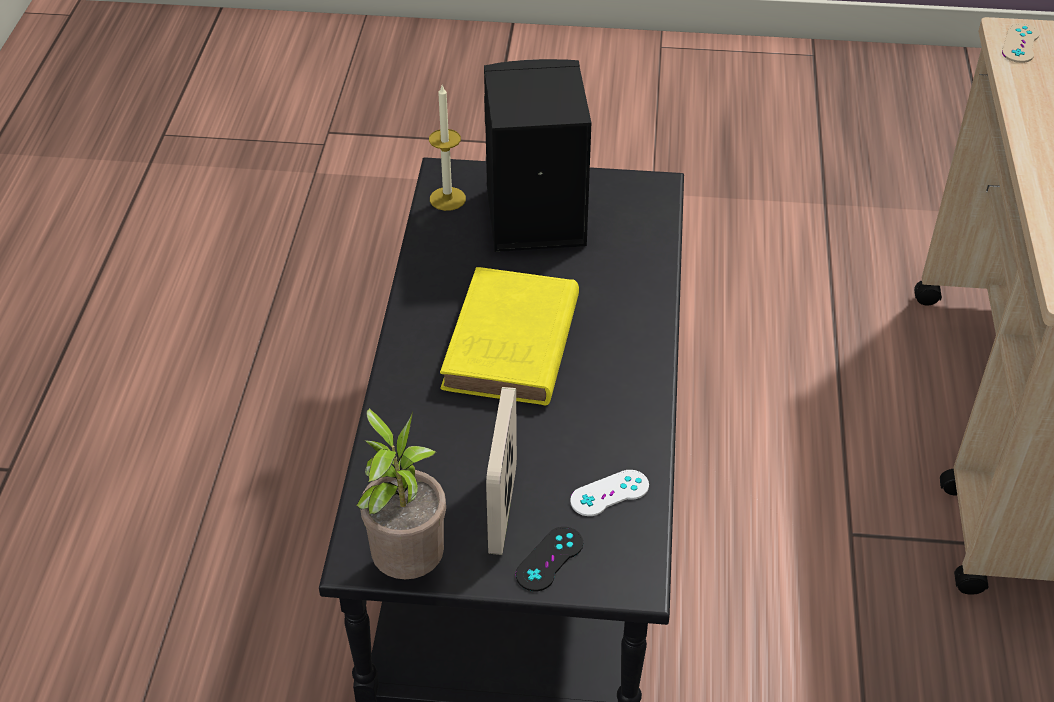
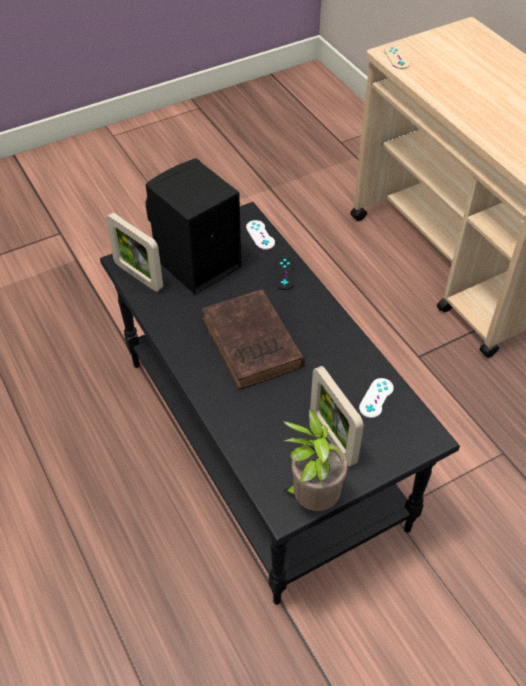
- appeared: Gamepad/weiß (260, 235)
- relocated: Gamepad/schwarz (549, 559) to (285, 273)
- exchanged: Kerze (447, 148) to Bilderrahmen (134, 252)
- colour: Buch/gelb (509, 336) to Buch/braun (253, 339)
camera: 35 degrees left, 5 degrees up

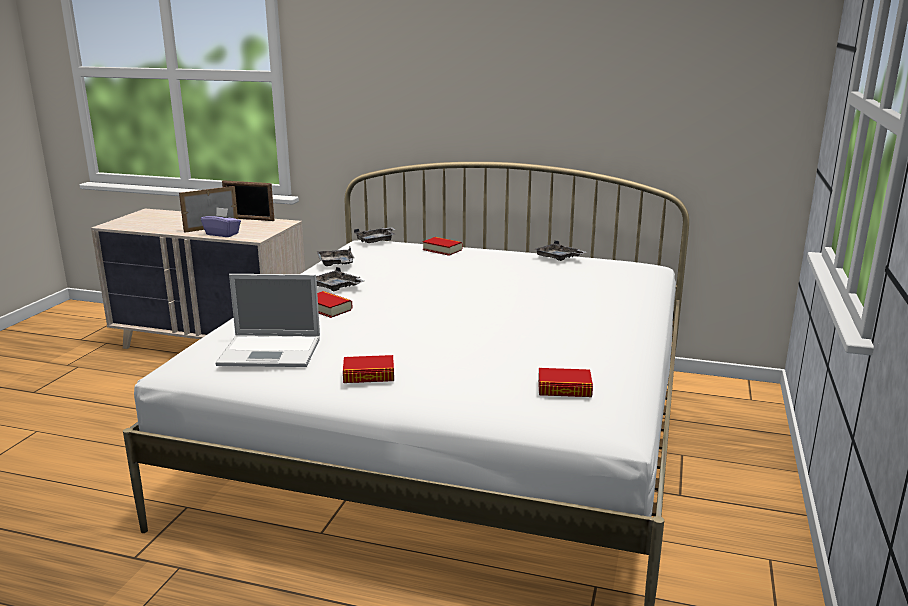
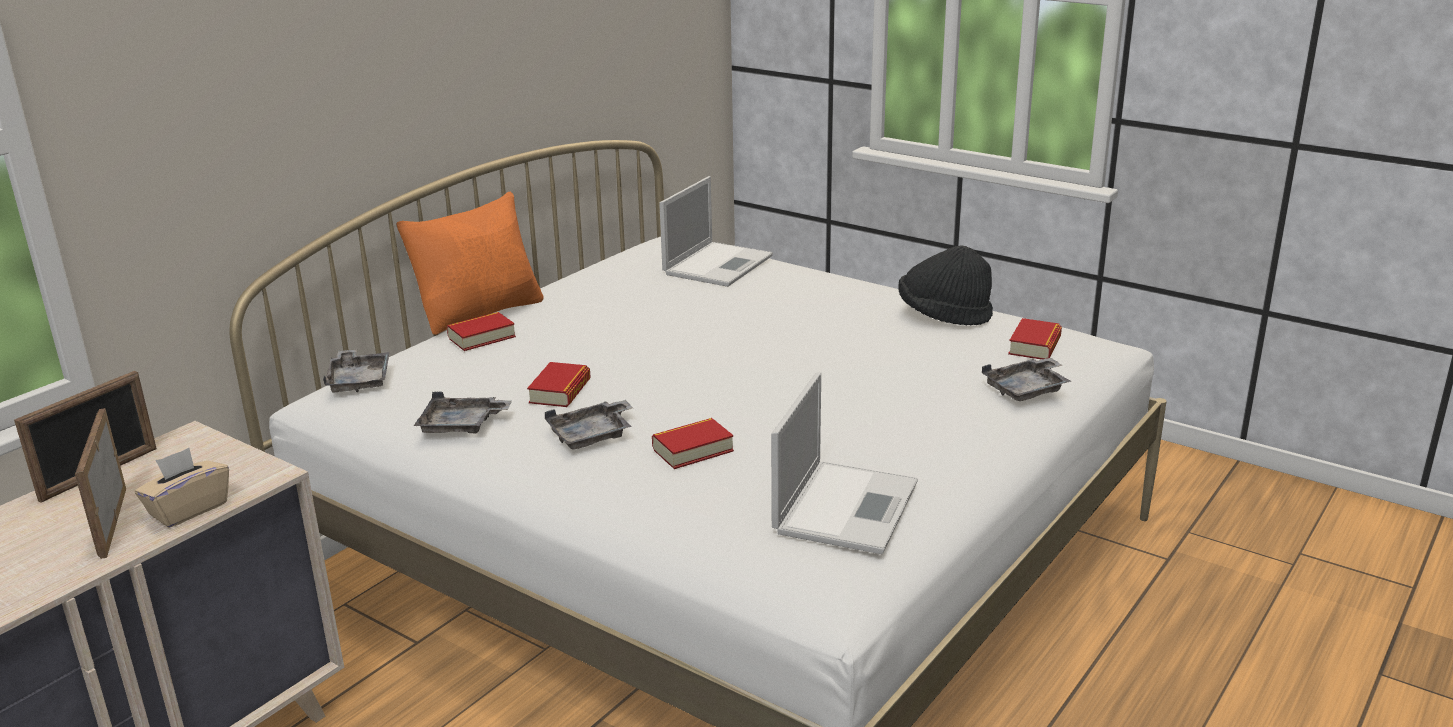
- appeared: Kissen/orange (470, 263)
- appeared: Laptop (716, 231)
- appeared: Hut/schwarz (946, 285)
- relocated: Buch (368, 369) to (559, 384)
- relocated: Tablett/grau (560, 250) to (1026, 379)
- colour: Taschentuchbox/lila (221, 222) to Taschentuchbox/beige (182, 488)
camera: 70 degrees left, 5 degrees up

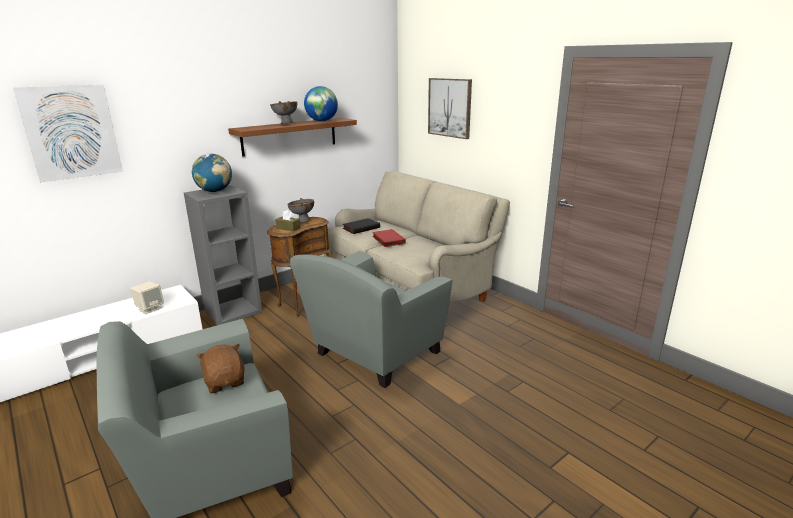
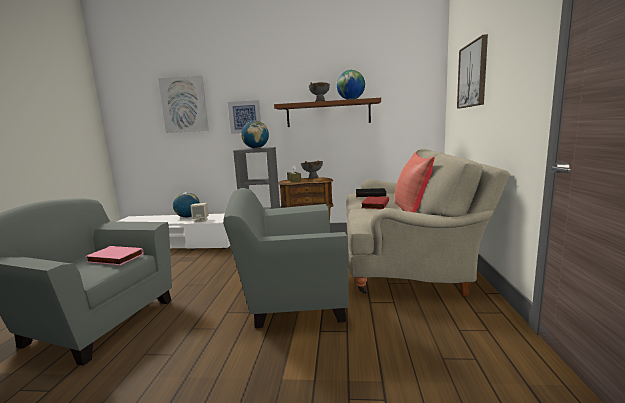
- appeared: Globus (186, 205)
- appeared: Bild (244, 117)
- appeared: Kissen/rot (415, 182)
- exchanged: Plüschtier/braun (220, 368) to Buch/rosa (114, 255)
camera: 45 degrees right, 10 degrees down

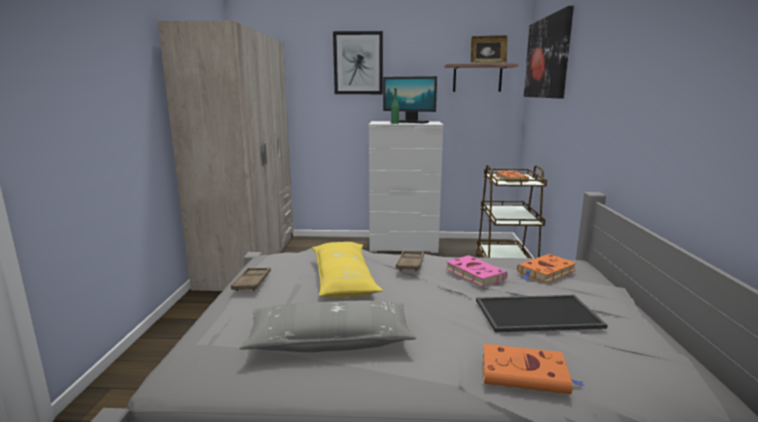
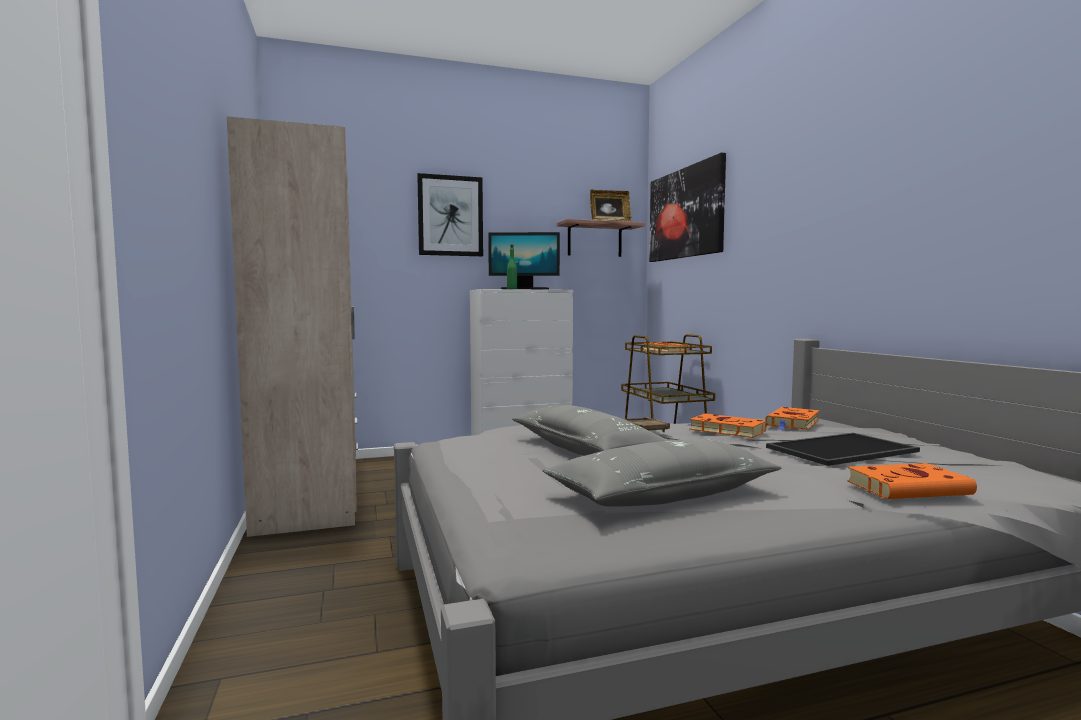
- missing: Tablett/braun (251, 279)
- colour: Kissen/gelb (347, 270) to Kissen/grau (590, 430)
- colour: Buch/rosa (476, 271) to Buch/orange (727, 425)
camera: 20 degrees left, 10 degrees down

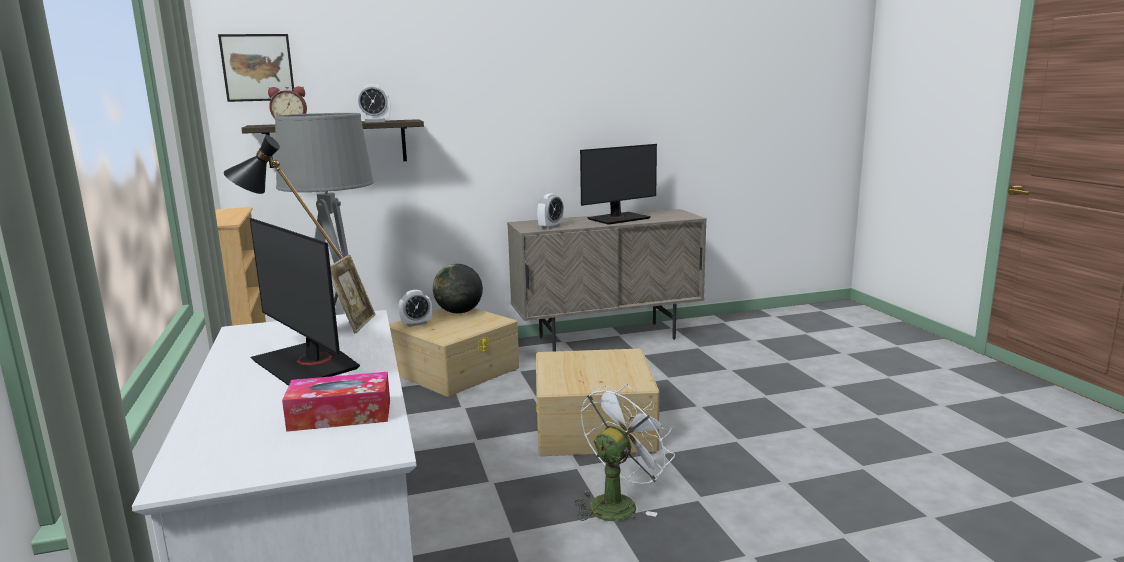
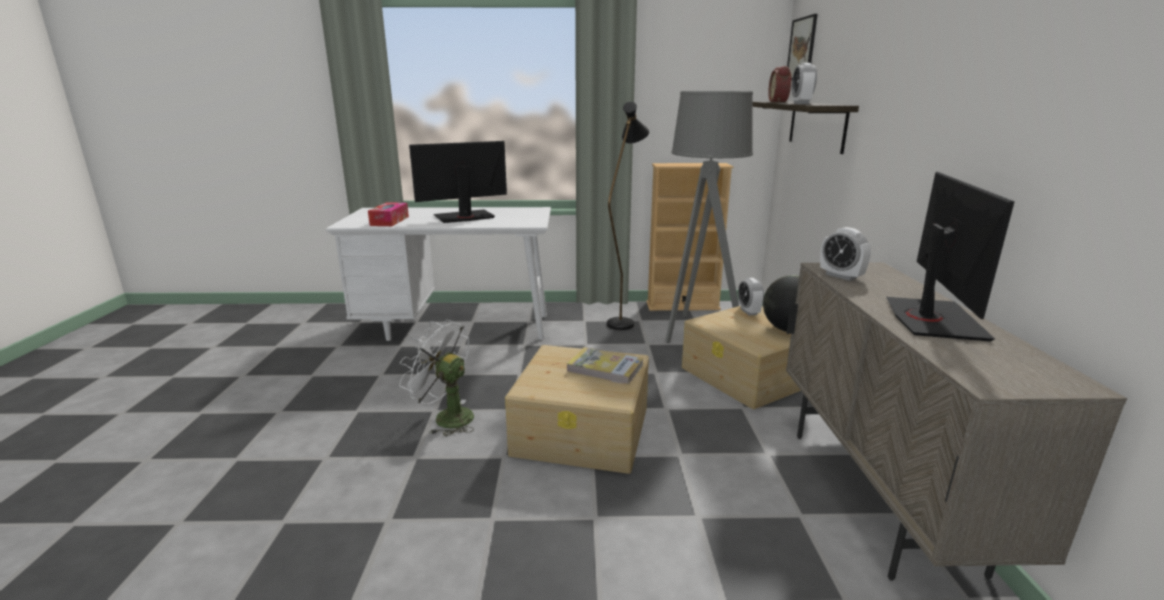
- missing: Bilderrahmen (352, 293)
- appeared: Buch (605, 366)
- spun: Ventilator/weiß (625, 452) = (436, 378) 150 degrees clockwise
- spun: Monitor (618, 184) = (950, 256) 150 degrees counterclockwise
camera: 105 degrees right, 5 degrees up

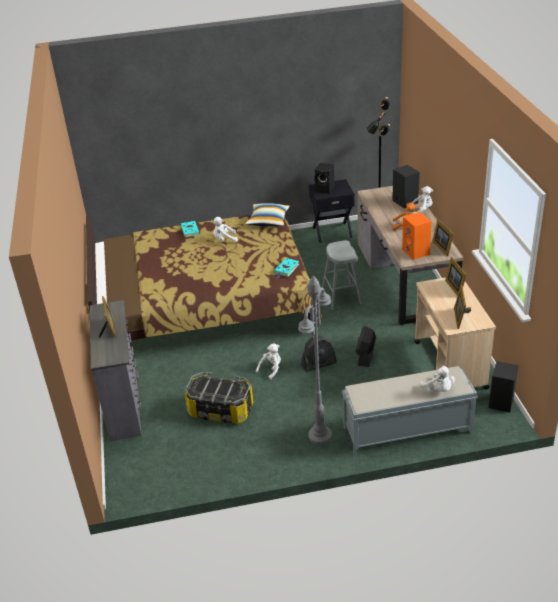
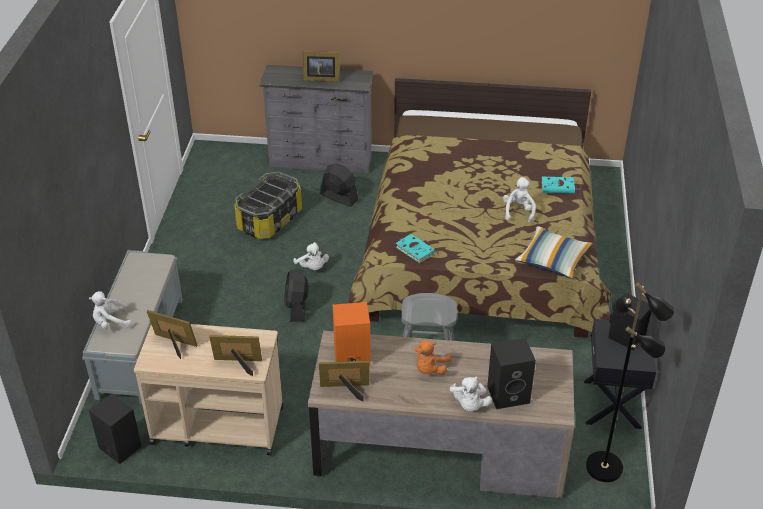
- missing: Stehlampe/grau (315, 360)
- relocated: Ventilator/schwarz (366, 346) to (338, 185)
camera: 105 degrees right, 5 degrees up

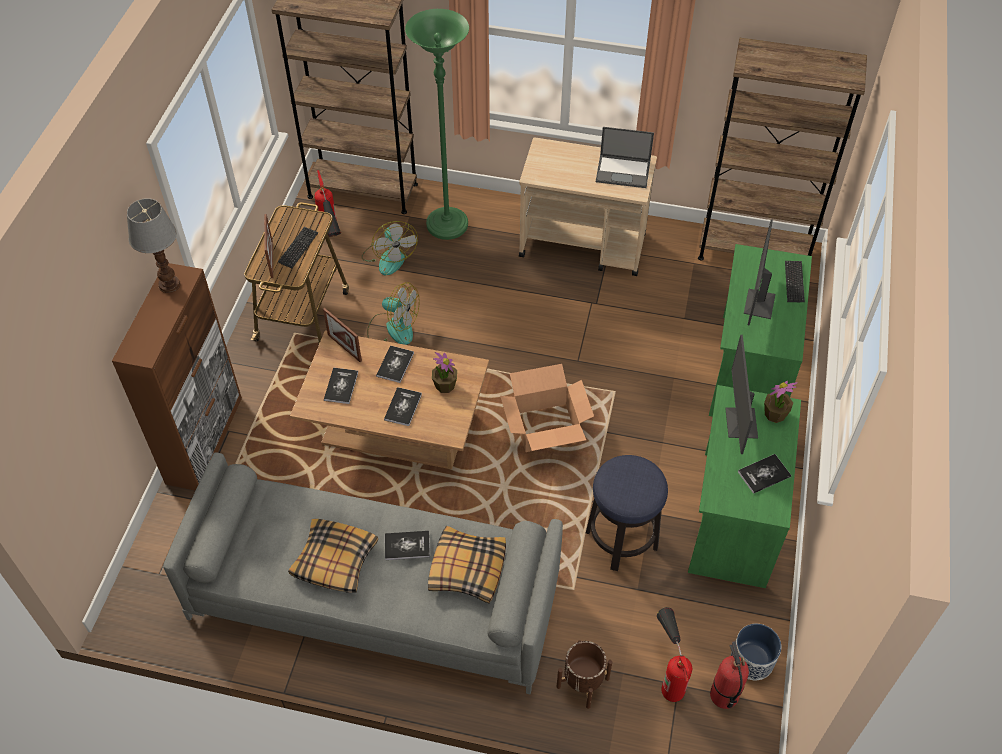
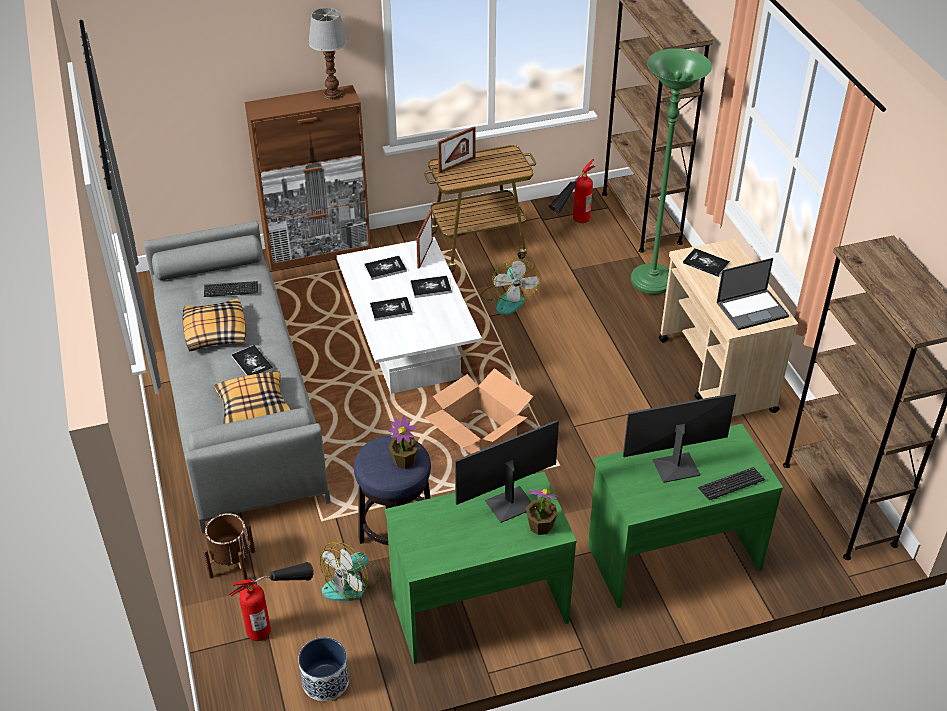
- missing: Feuerlöscher (729, 675)
- relocated: Tastatur (298, 247) to (231, 289)
- relocated: Ventilator (389, 248) to (350, 571)
- relocated: Topfpflanze (444, 372) to (403, 442)
- relocated: Buch (764, 474) to (706, 262)
- colour: Couchtisch/braun (389, 399) to Couchtisch/weiß (409, 315)
- spun: Laptop (625, 157) = (753, 294) 90 degrees counterclockwise
camera: 60 degrees right, 10 degrees down

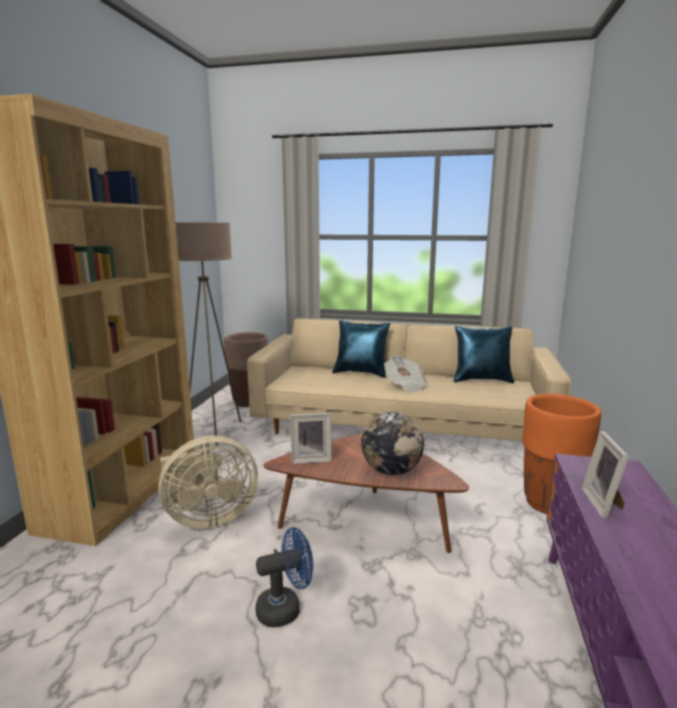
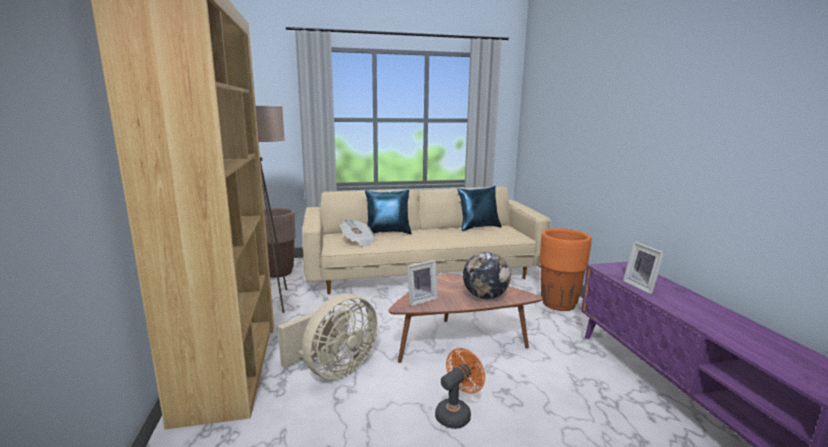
- relocated: Zeitung (406, 374) to (358, 233)
- colour: Ventilator/blau (284, 577) to Ventilator/orange (460, 388)
camera: 25 degrees left, 0 degrees up

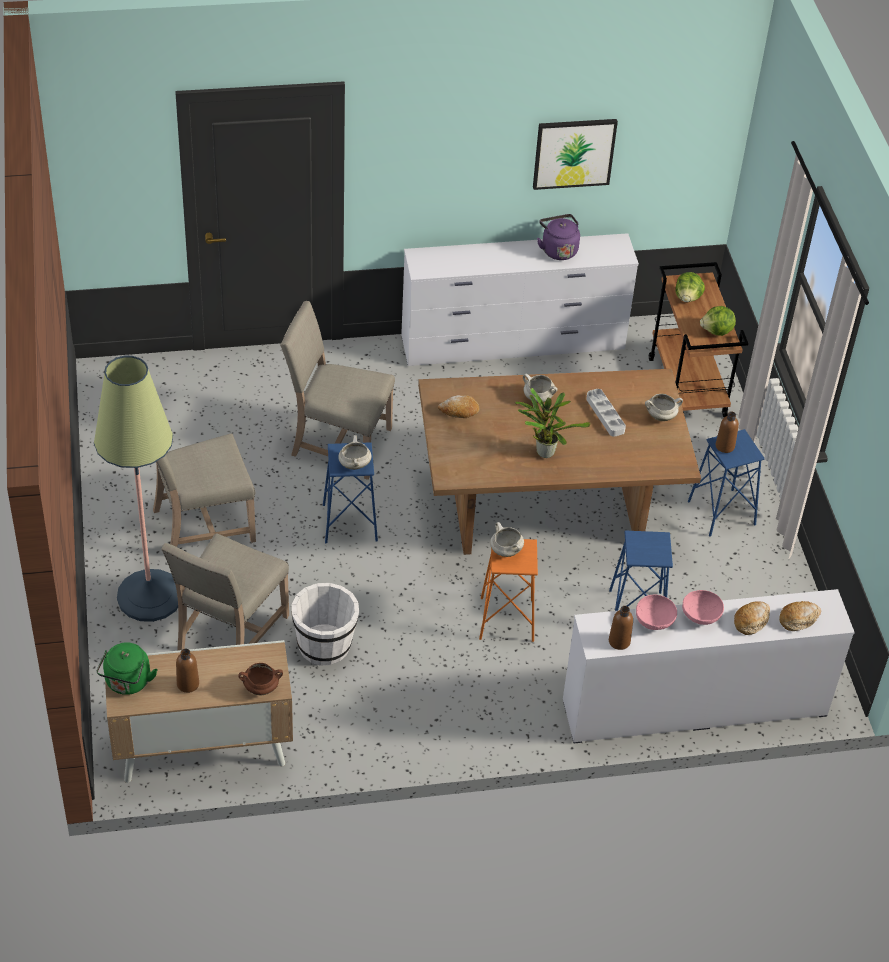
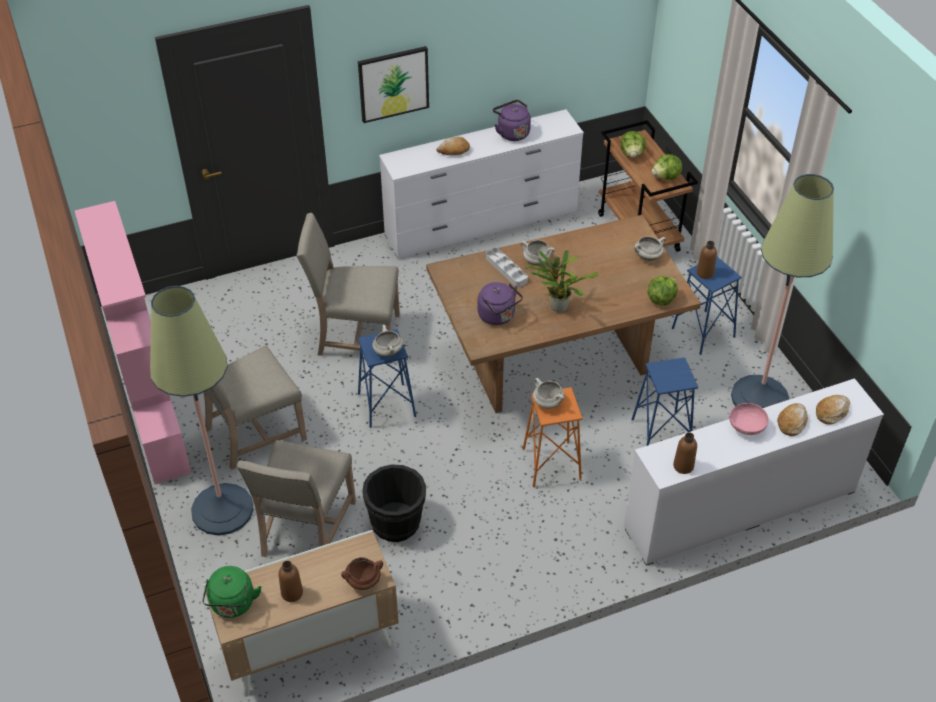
- missing: Schüssel/rosa (656, 612)
- appeared: Bücherregal/rosa (133, 342)
- appeared: Wasserkessel/lila (500, 303)
- appeared: Salatkopf (662, 290)
- appeared: Stehlampe (782, 291)
- relocated: Brot (459, 406) to (453, 146)
- relocated: Bild (575, 154) to (393, 84)
- relocated: Tablett/grau (606, 413) to (507, 267)
- colour: Eimer/weiß (325, 624) to Eimer/schwarz (394, 503)
camera: 10 degrees left, 0 degrees up

